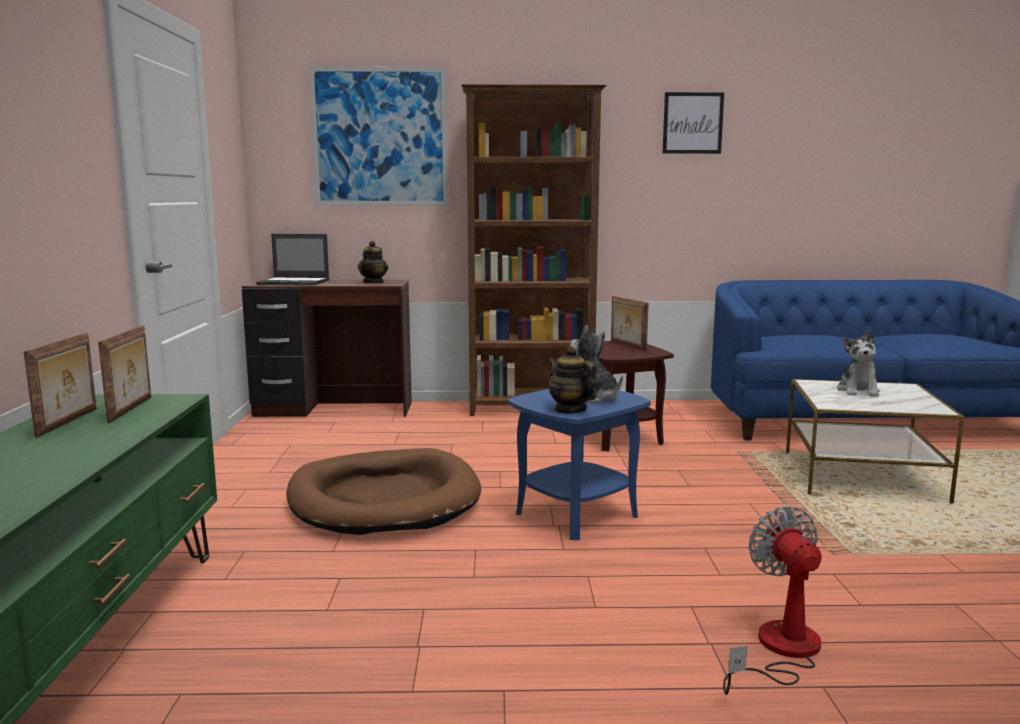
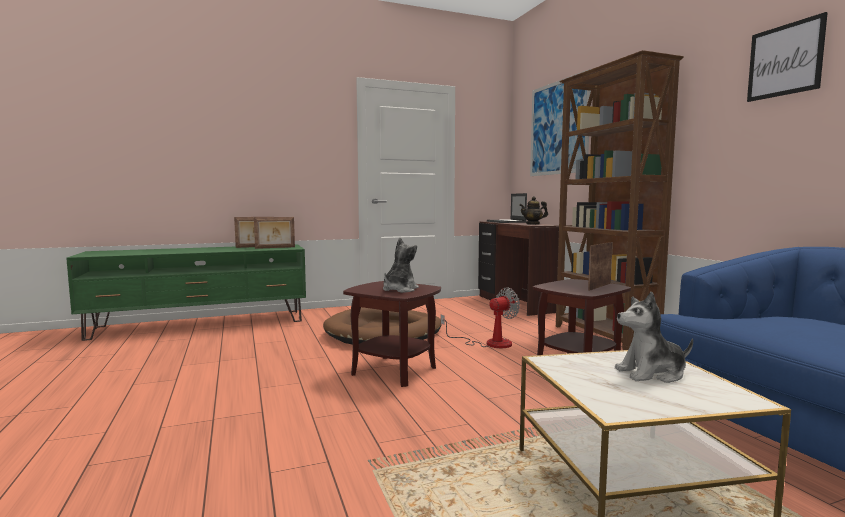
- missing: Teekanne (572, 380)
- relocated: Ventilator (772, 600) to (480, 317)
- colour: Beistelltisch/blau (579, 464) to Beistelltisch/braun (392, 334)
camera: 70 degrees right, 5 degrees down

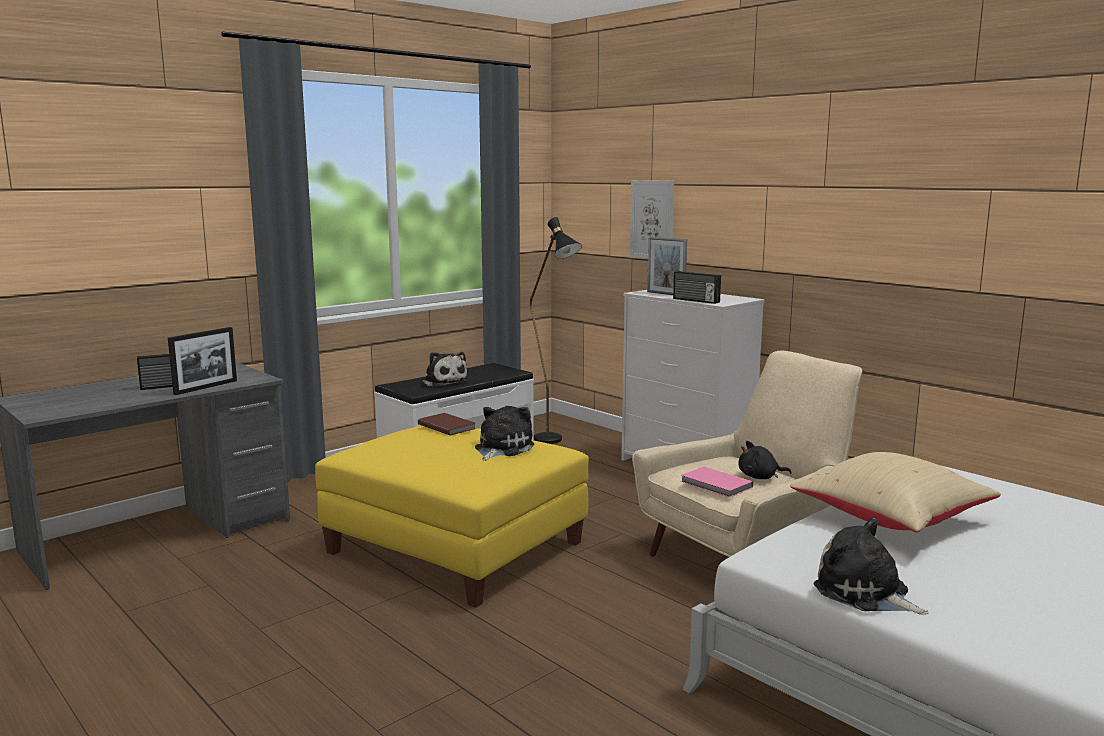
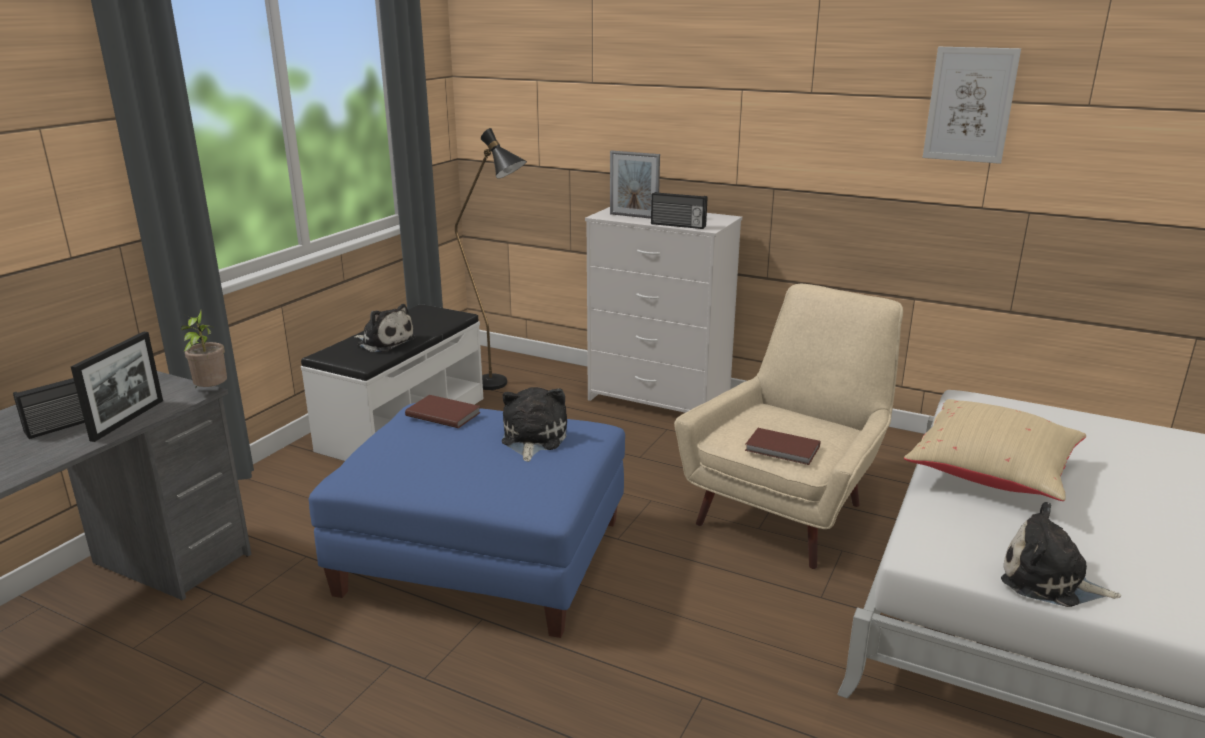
- missing: Plüschtier/schwarz (765, 460)
- appeared: Topfpflanze (204, 349)
- relocated: Bild (652, 219) to (972, 105)
- colour: Polsterhocker/gelb (452, 516) to Polsterhocker/blau (466, 520)
- colour: Buch/rosa (717, 482) to Buch/braun (782, 446)
camera: 20 degrees left, 10 degrees up

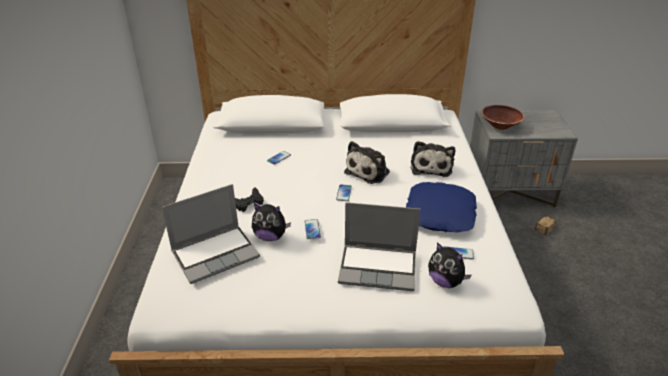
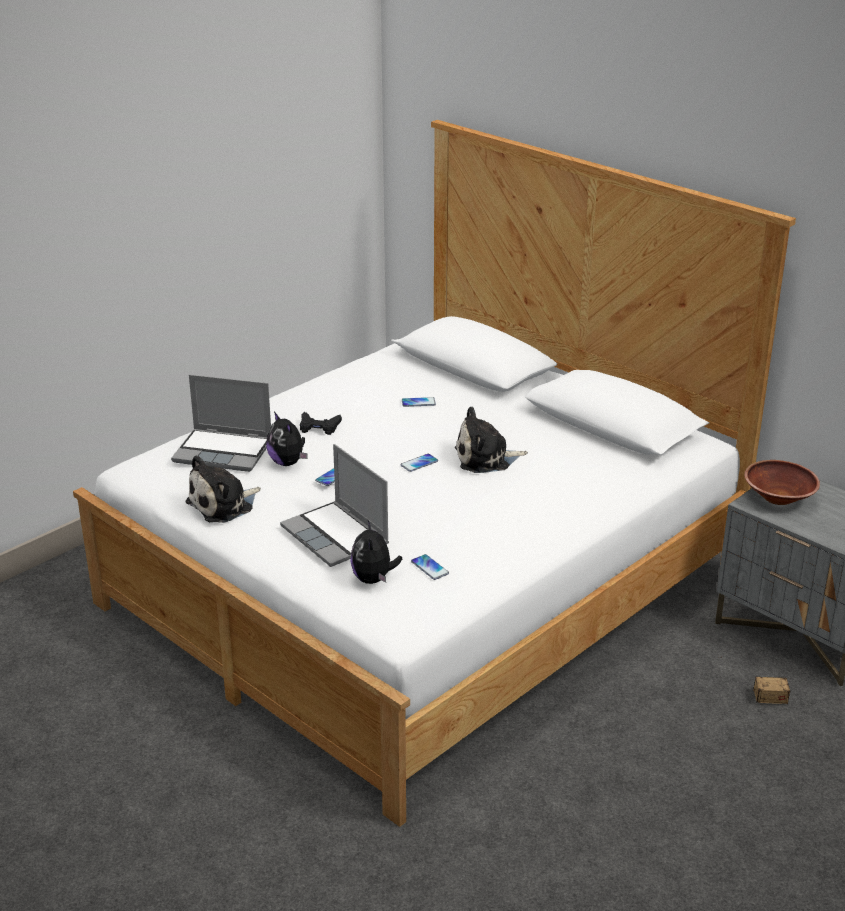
- missing: Kissen/blau (441, 207)
- relocated: Plüschtier (432, 159) to (223, 489)
camera: 45 degrees right, 5 degrees down

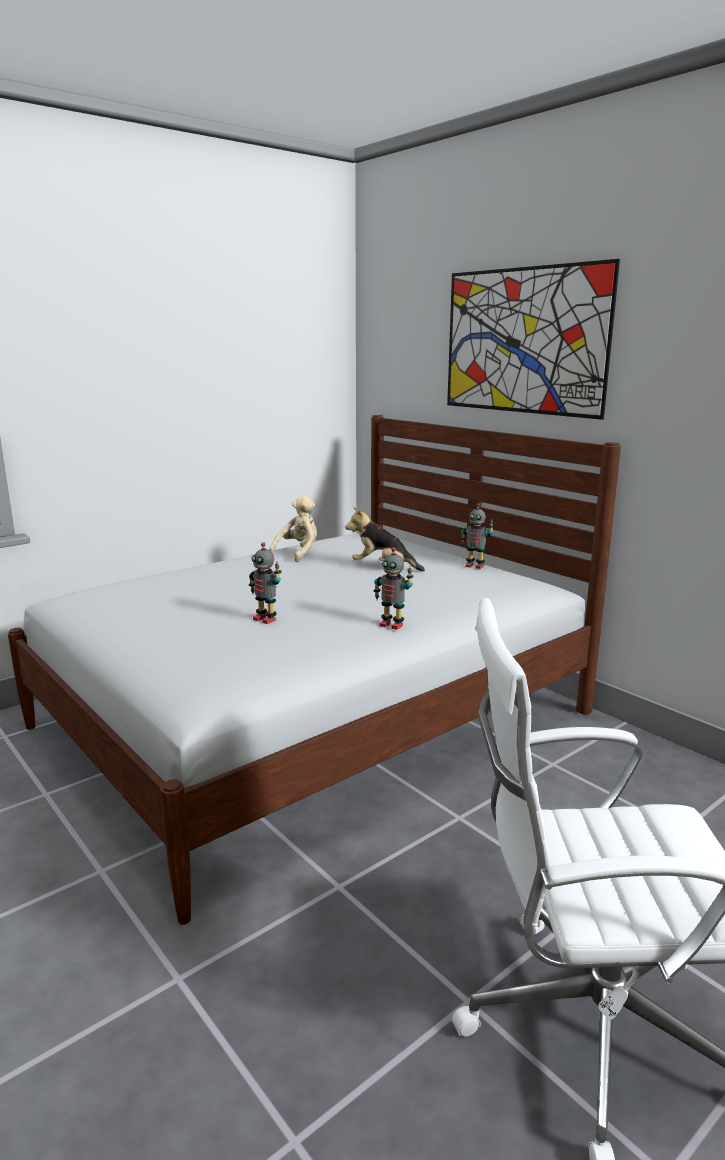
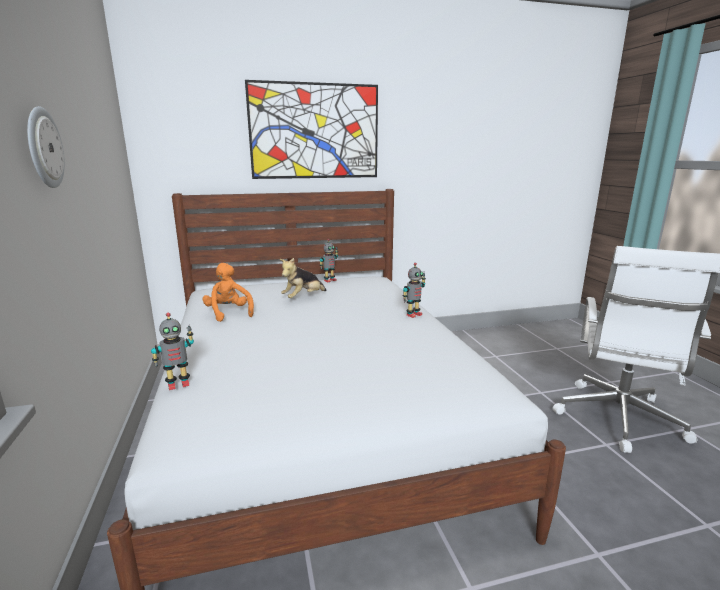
- appeared: Wanduhr (46, 147)
- relocated: Spielzeugroboter (265, 583) to (172, 351)
- colour: Plüschtier/beige (293, 529) to Plüschtier/orange (228, 292)
camera: 65 degrees left, 0 degrees up

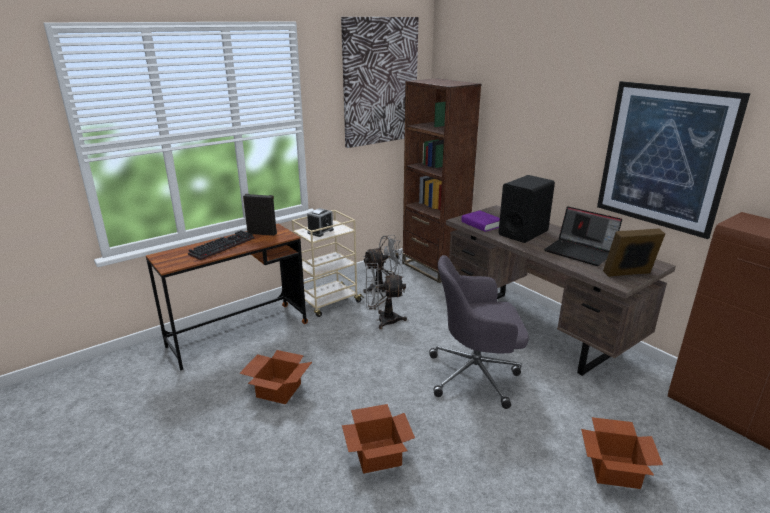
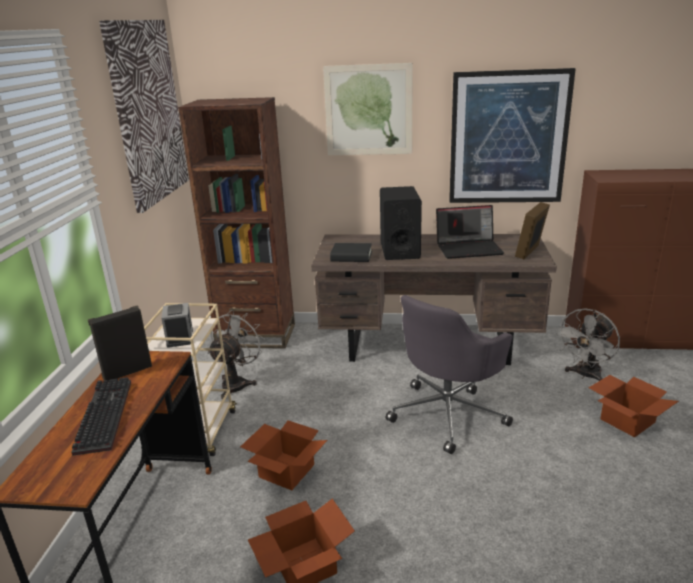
- appeared: Bild (368, 109)
- relocated: Karton (378, 439) to (283, 455)
- relocated: Ventilator/grau (386, 296) to (588, 344)
- colour: Buch/lila (480, 221) to Buch/schwarz (351, 252)
camera: 45 degrees left, 0 degrees up

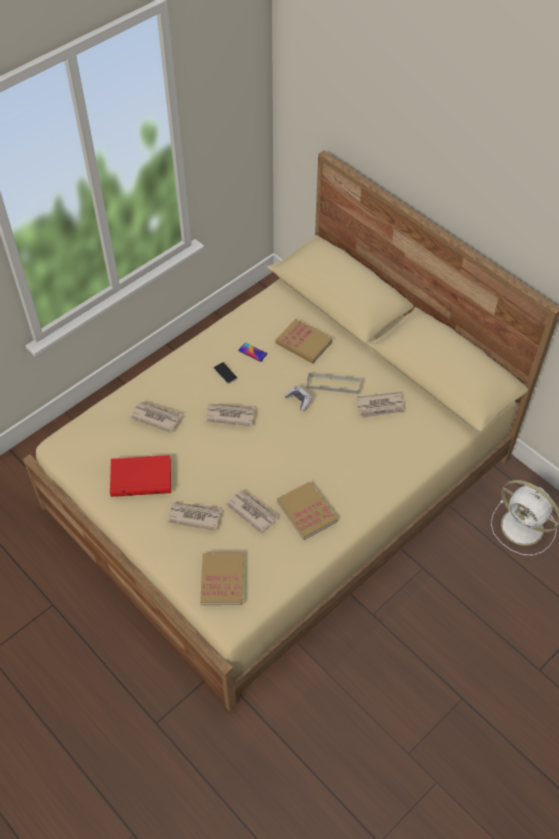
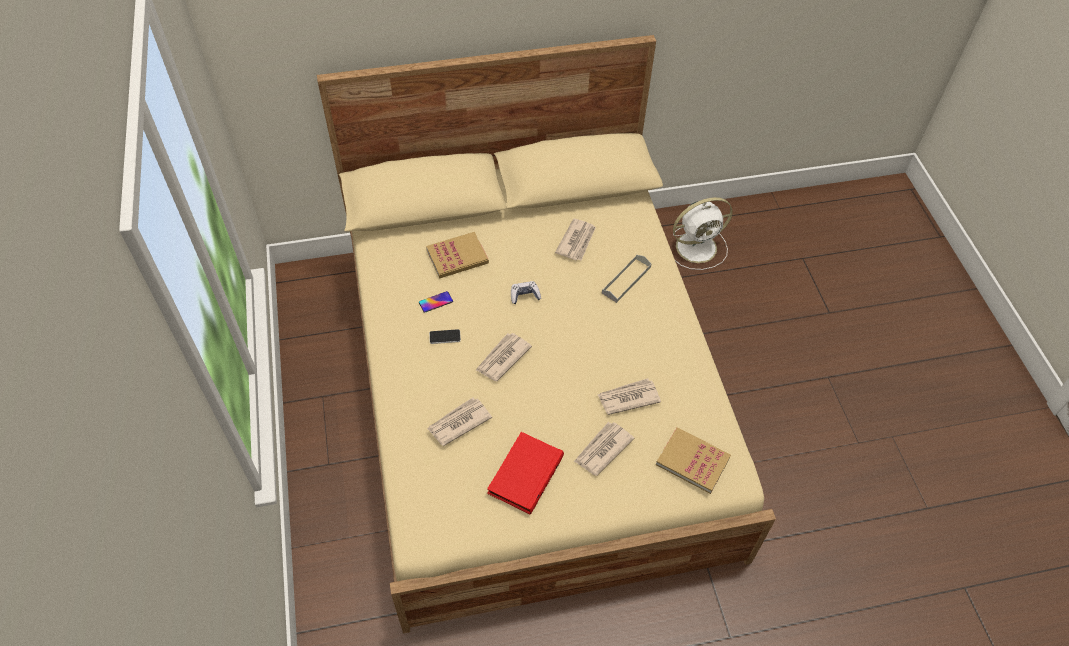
- missing: Buch (307, 511)
- relocated: Tablett/grau (334, 383) to (626, 279)
camera: 60 degrees left, 0 degrees up

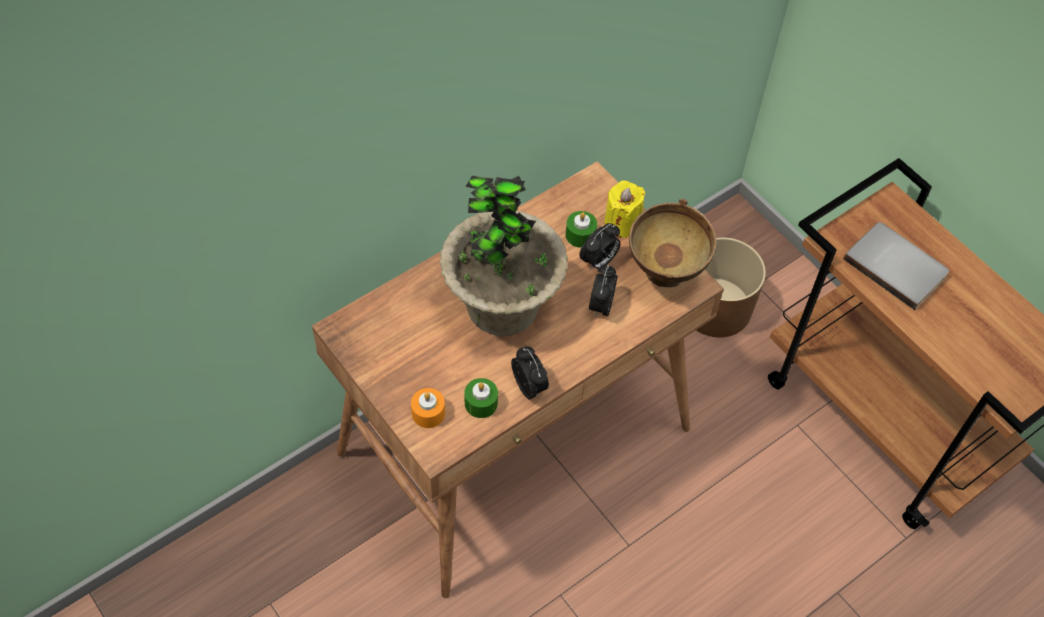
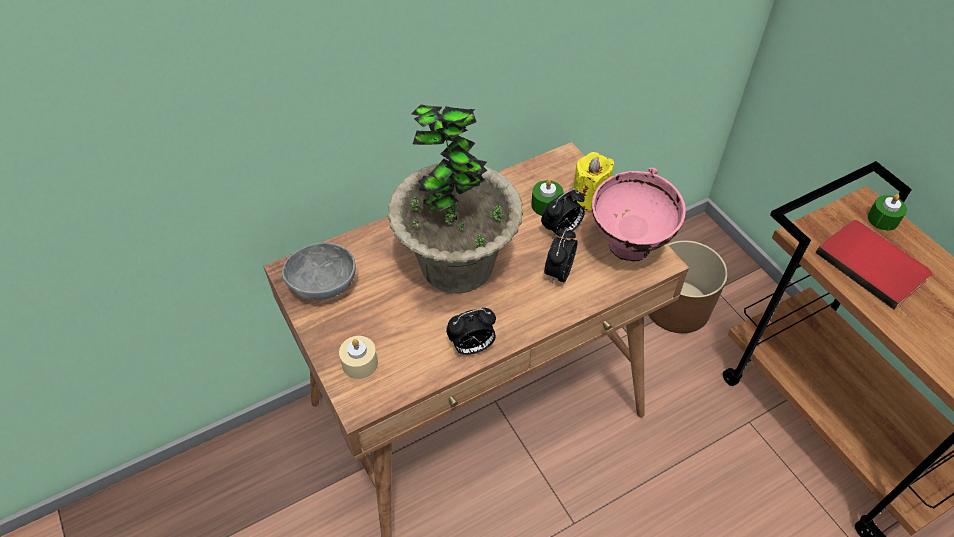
- appeared: Schüssel/grau (319, 271)
- relocated: Kerze/grün (481, 398) to (887, 212)
- colour: Kerze/orange (428, 408) to Kerze/beige (358, 357)
- colour: Schüssel/braun (673, 243) to Schüssel/rosa (639, 214)
- colour: Buch/grau (896, 266) to Buch/rot (874, 264)
- spun: Wecker (530, 372) = (471, 331) 90 degrees clockwise
camera: 10 degrees right, 5 degrees down

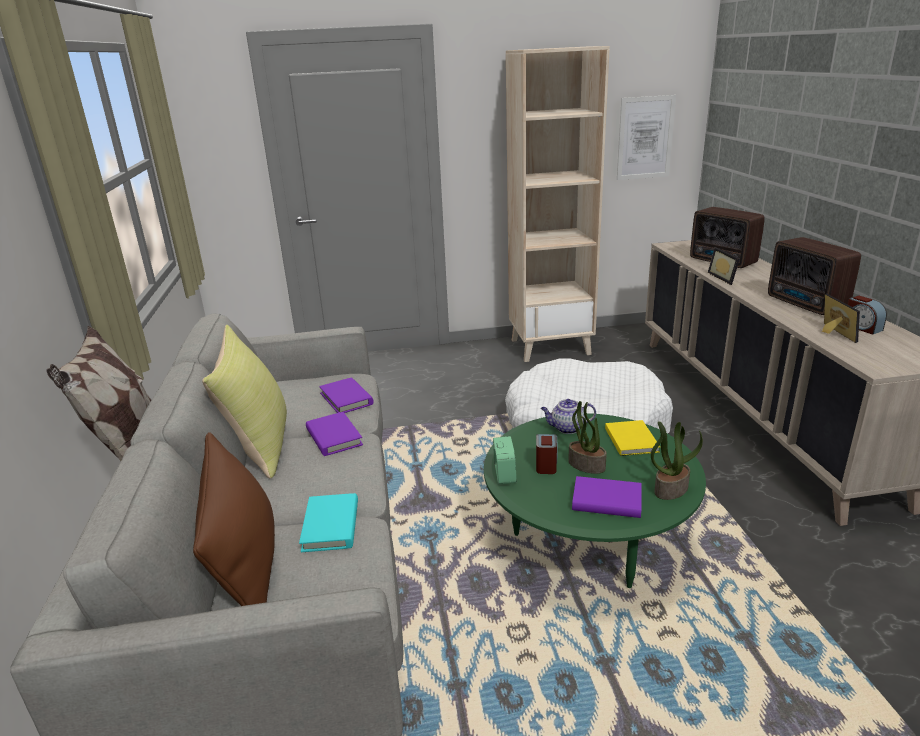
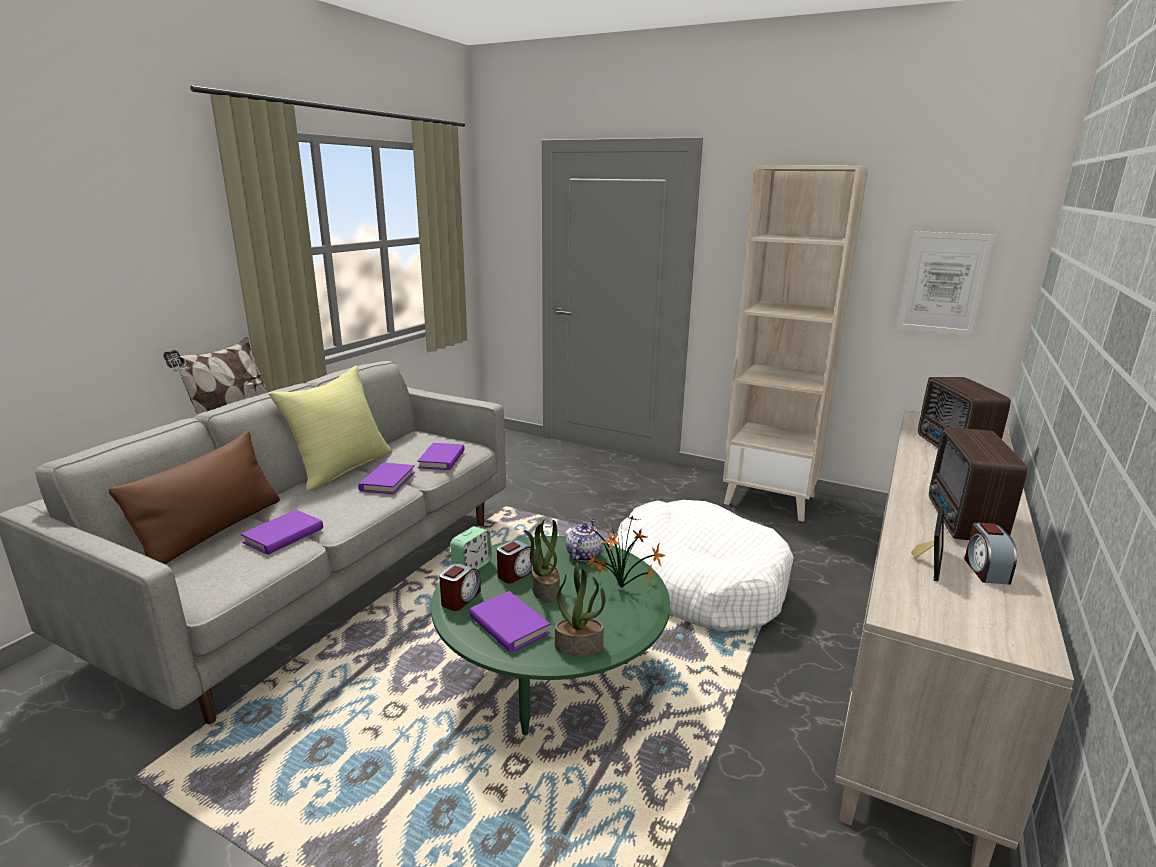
- missing: Bilderrahmen (724, 266)
- appeared: Wecker (460, 587)
- exchanged: Buch/gelb (632, 438) to Topfpflanze (626, 552)
- colour: Buch/türkis (328, 522) to Buch/lila (282, 532)
- spun: Teekanne (568, 416) = (584, 540) 75 degrees clockwise
camera: 35 degrees right, 5 degrees down

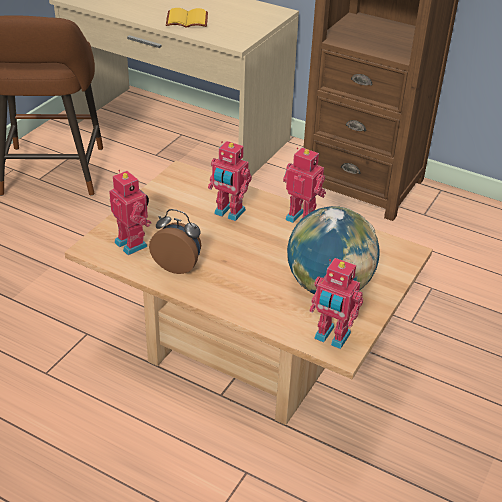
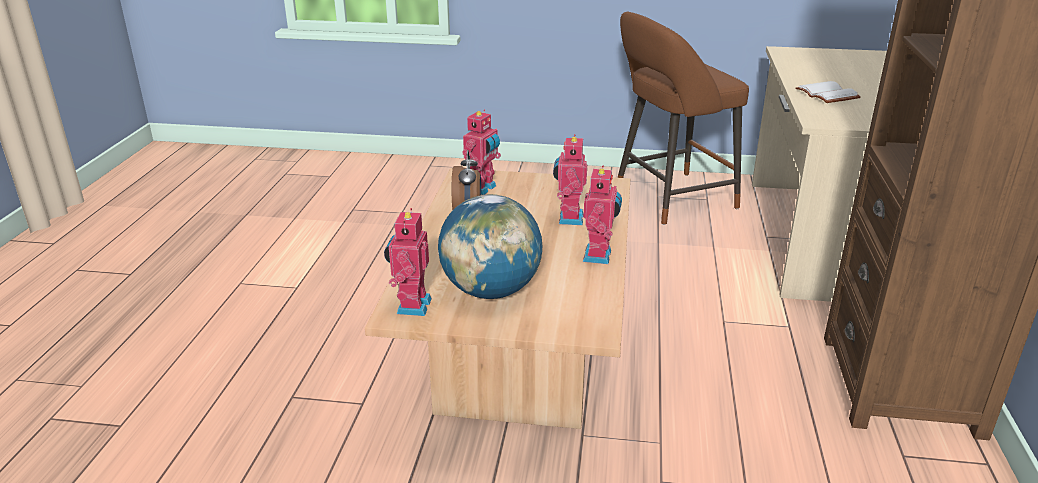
- colour: Buch/gelb (187, 18) to Buch/weiß (828, 92)
camera: 70 degrees right, 10 degrees down

